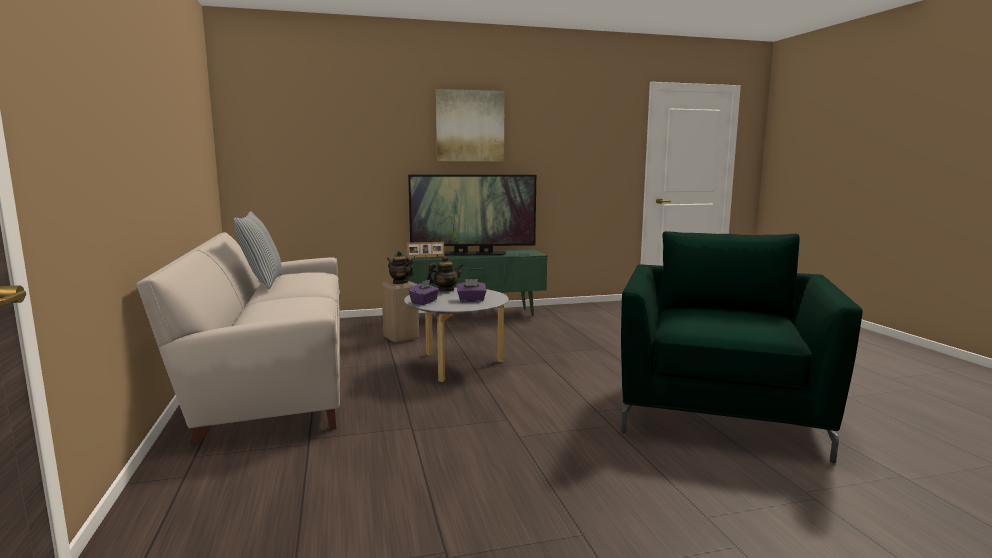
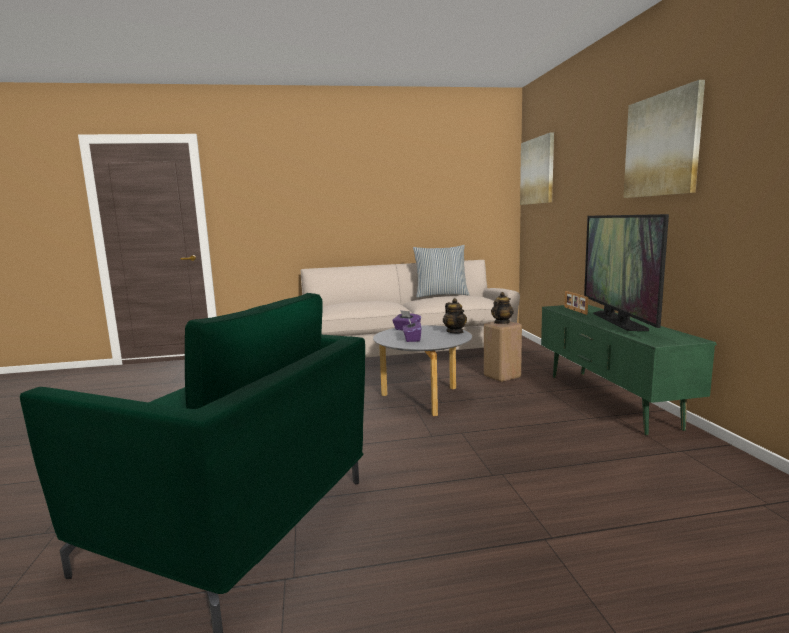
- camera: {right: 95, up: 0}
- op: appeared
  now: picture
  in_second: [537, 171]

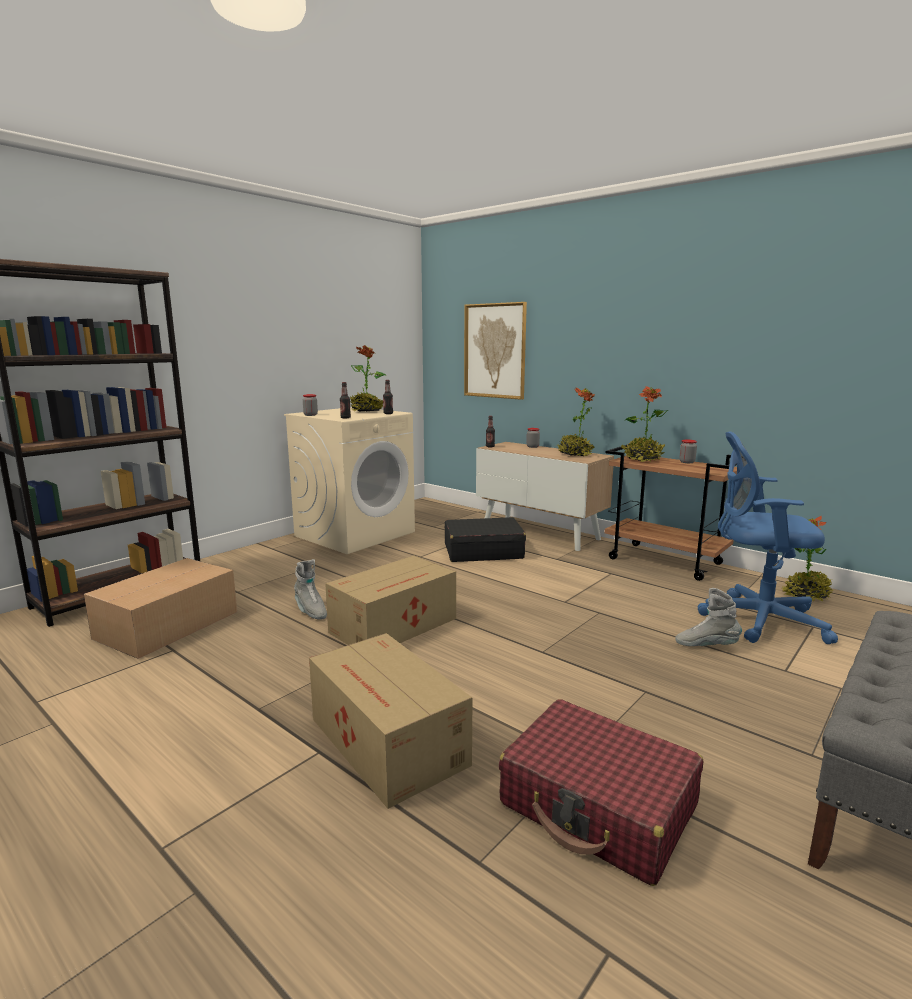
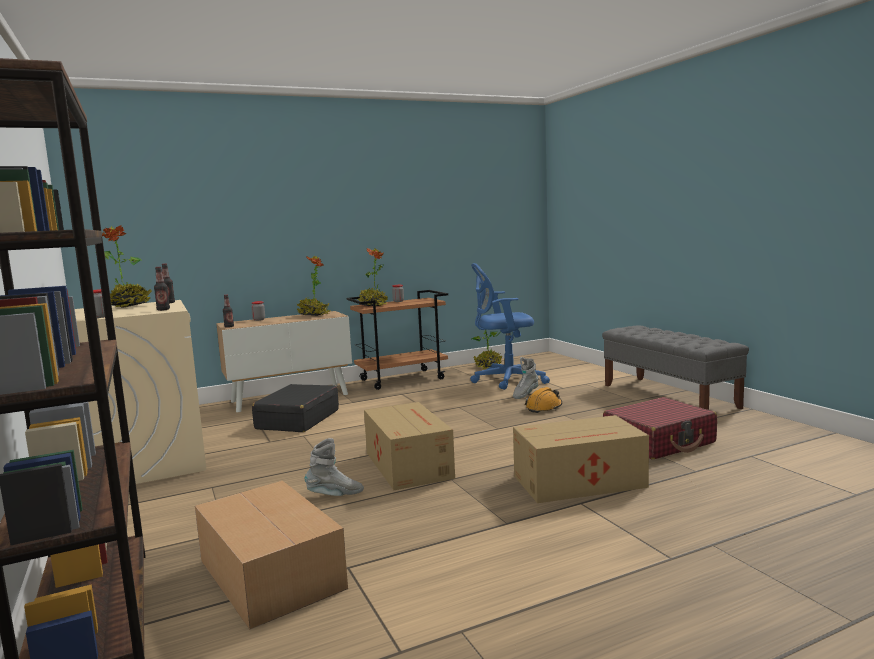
- camera: {right: -65, up: -5}
- op: spun
  was: office chair/blue
  in_first: [756, 620]
  in_second: [505, 380]
  clockwise: 45
- op: appeared
  now: hard hat/orange
  in_second: [544, 407]
- op: missing
  was: picture
  in_first: [495, 351]

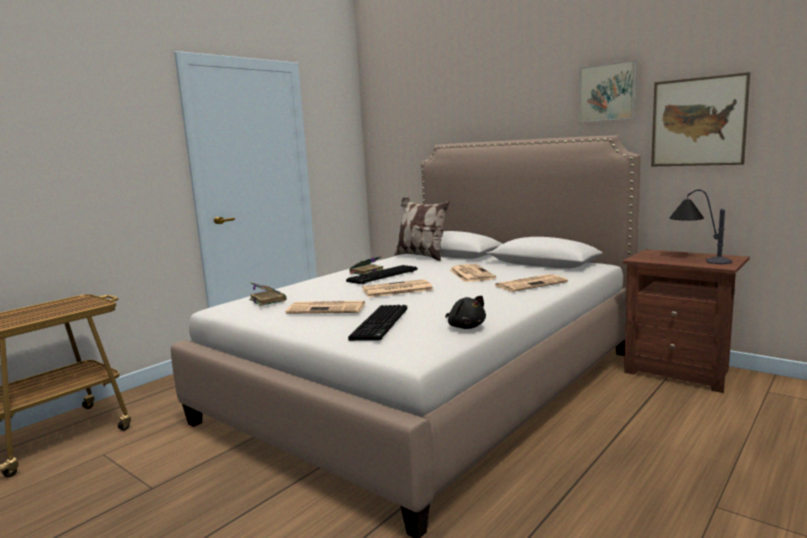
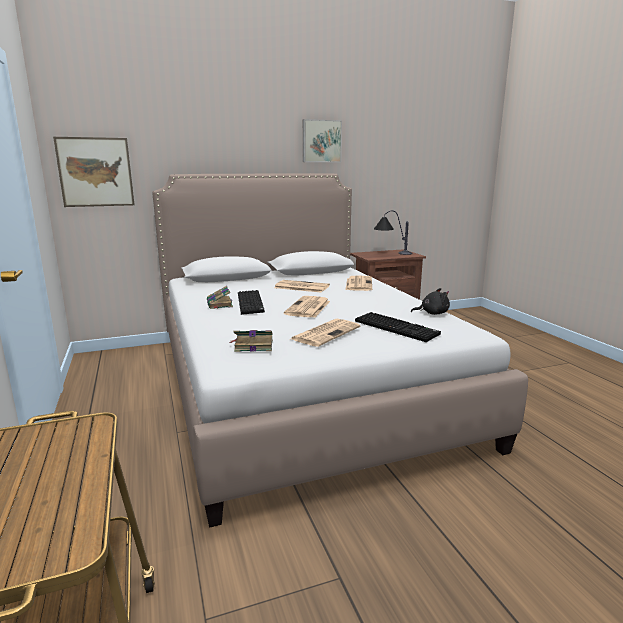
- camera: {right: -60, up: 5}
- op: relocated
  was: picture
  in_first: [698, 122]
  in_second: [95, 172]
- op: missing
  was: pillow
  in_first: [421, 256]

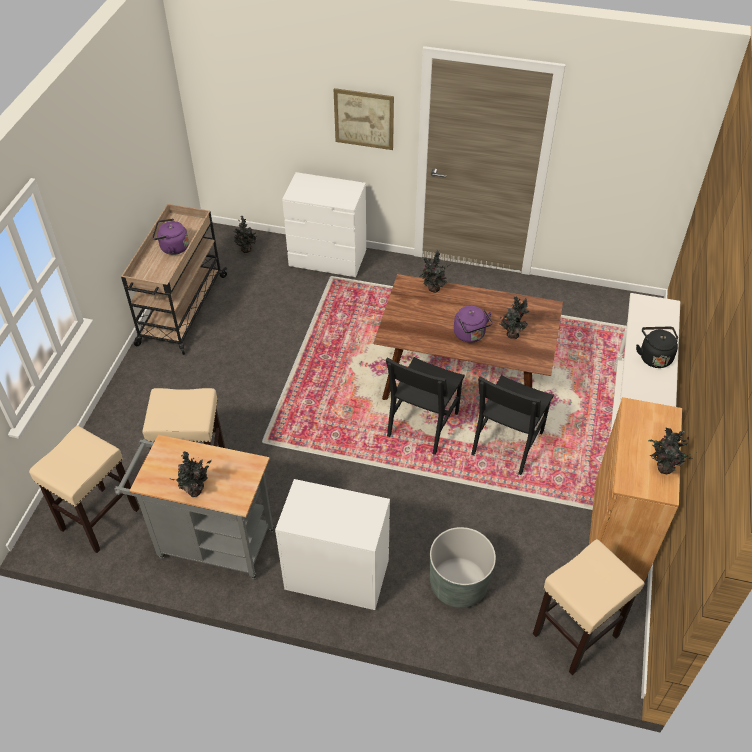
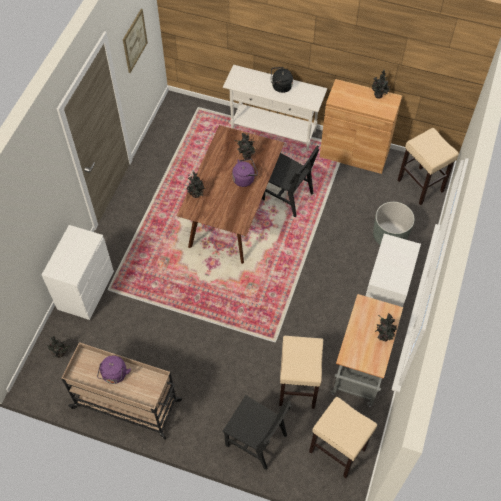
- camera: {right: -85, up: 10}
- op: relocated
  was: picture
  in_first: [364, 119]
  in_second: [134, 41]
- op: relocated
  was: chair/black
  in_first: [423, 424]
  in_second: [256, 440]

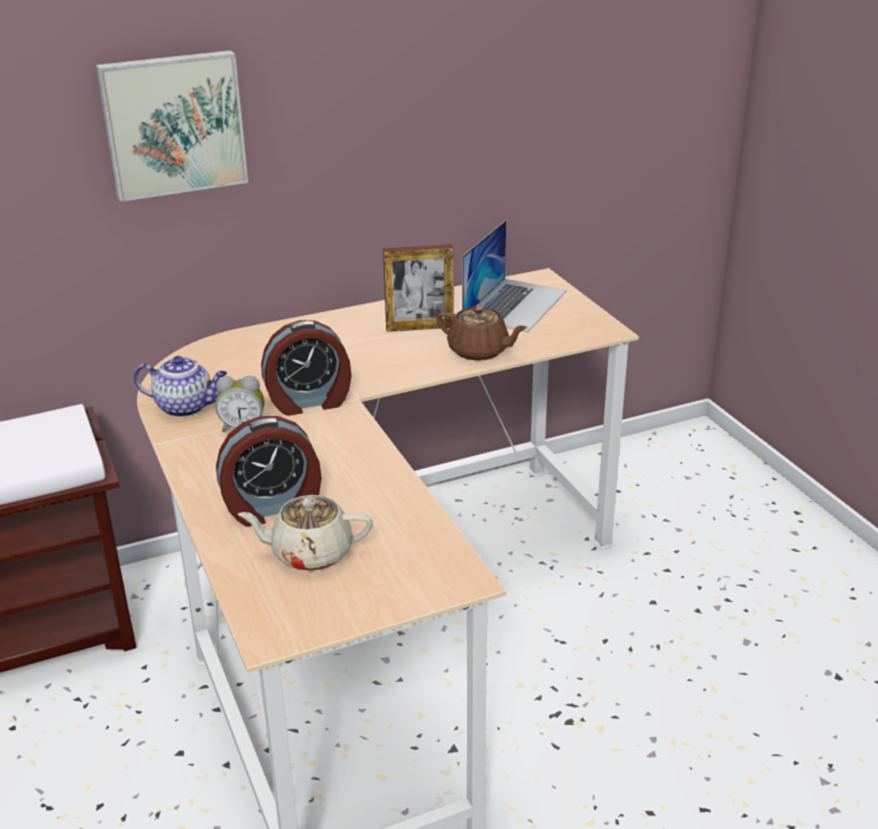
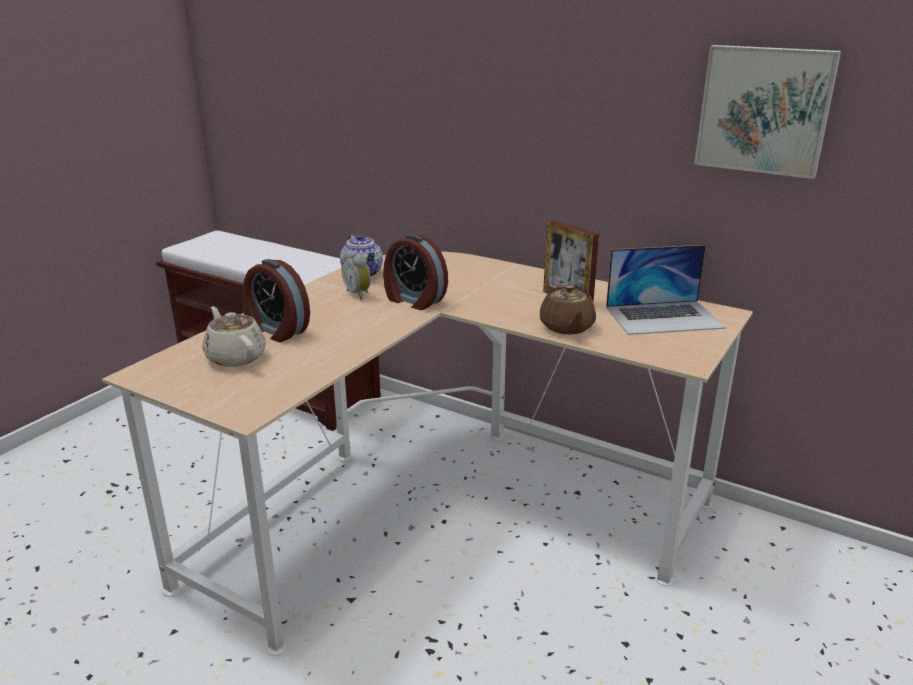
- camera: {right: 55, up: -5}
- op: relocated
  was: picture
  in_first: [173, 124]
  in_second: [764, 110]

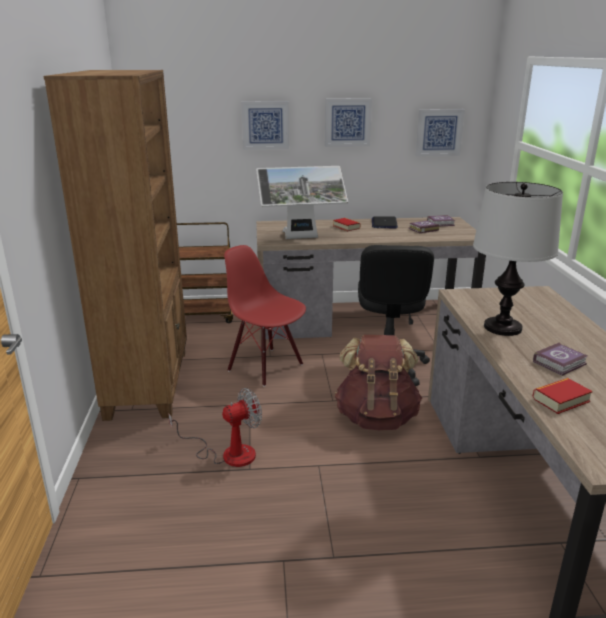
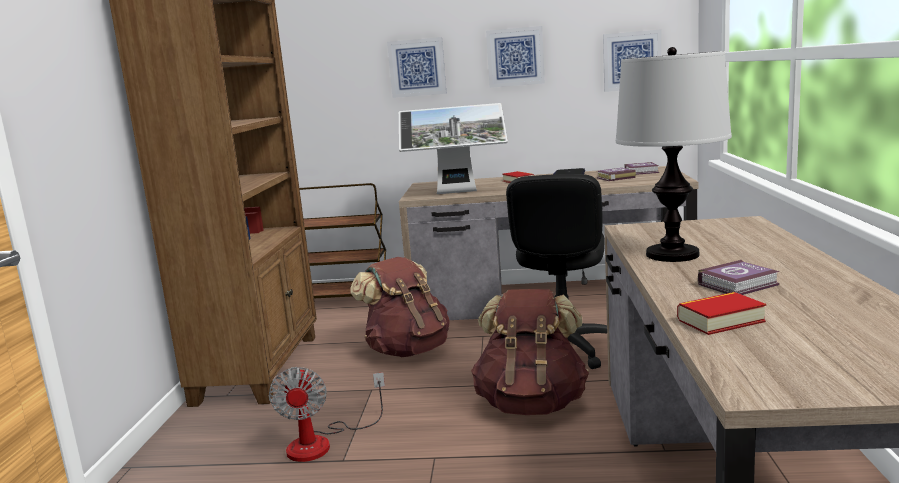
- camera: {right: 10, up: -10}
- op: spun
  was: fan
  in_first: [228, 453]
  in_second: [322, 442]
  clockwise: 105
- op: exchanged
  was: chair/red
  now: backpack/brown
  in_first: [266, 367]
  in_second: [407, 350]

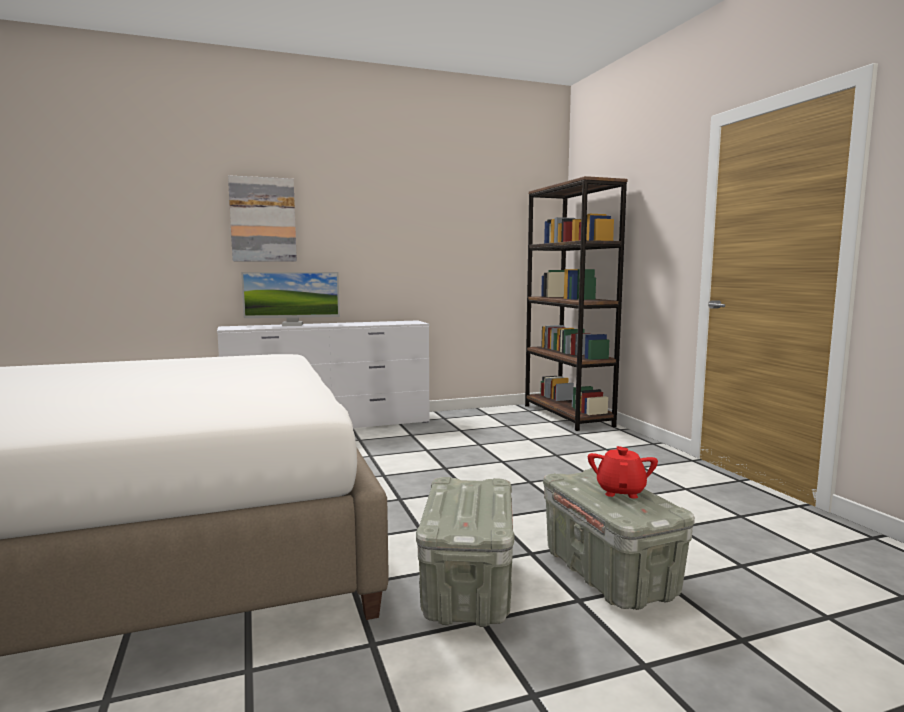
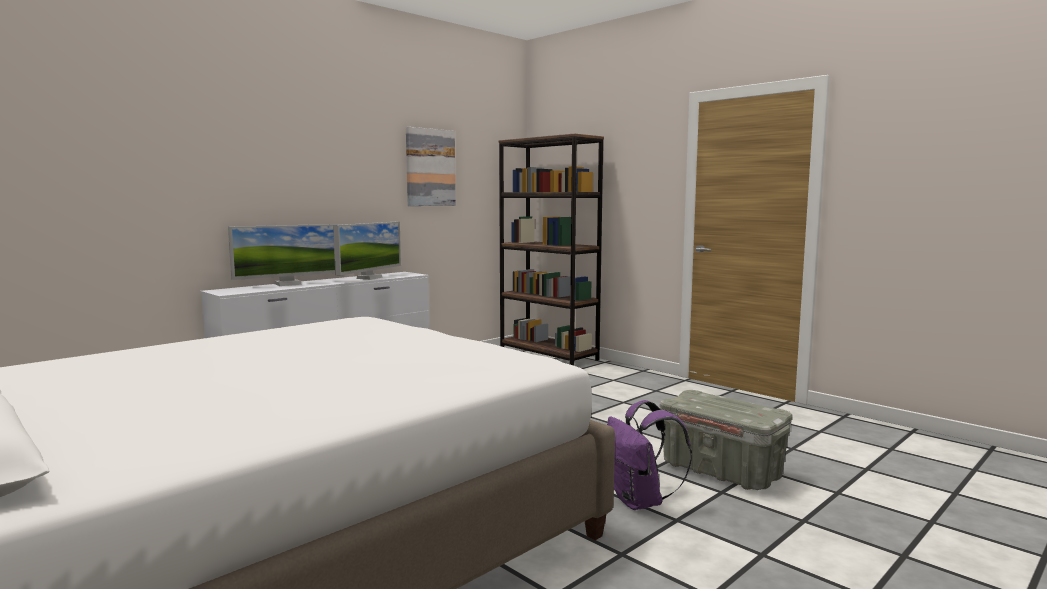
- camera: {right: -25, up: 0}
- op: appeared
  now: monitor
  in_second: [369, 278]
- op: relocated
  was: picture
  in_first: [263, 220]
  in_second: [430, 167]
- op: exchanged
  was: storage box/grey
  now: backpack/purple
  in_first: [468, 589]
  in_second: [640, 502]
- op: missing
  was: teapot/red
  in_first: [621, 491]

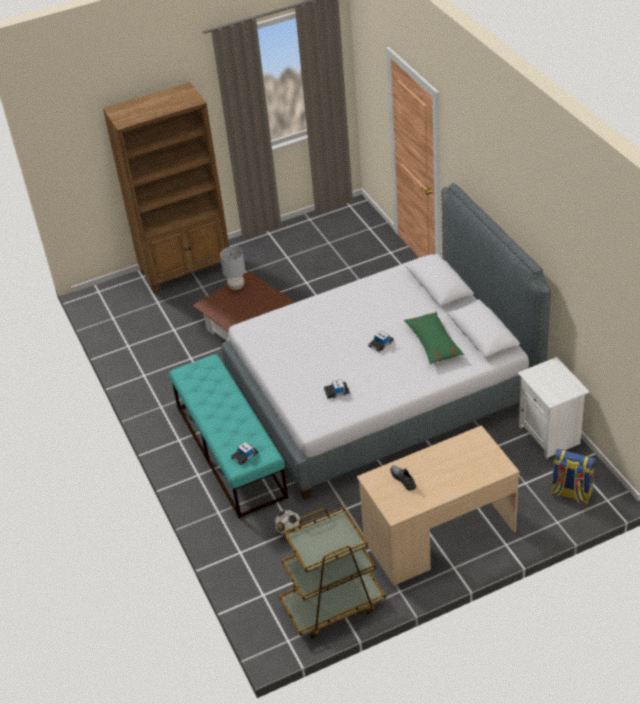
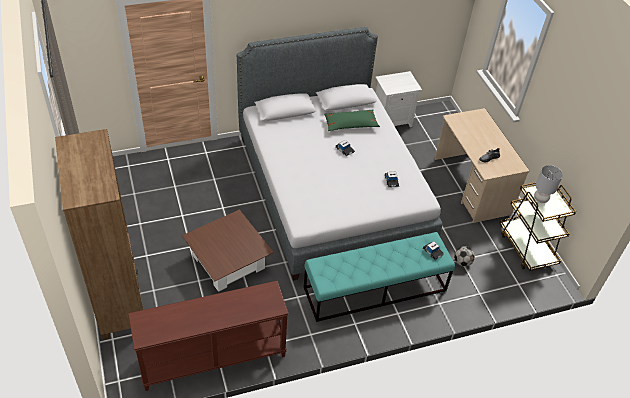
- camera: {right: -90, up: 5}
- op: appeared
  now: console table/brown
  in_second: [212, 358]
- op: relocated
  was: table lamp/grey
  in_first: [236, 286]
  in_second: [540, 199]
- op: missing
  was: backpack
  in_first: [571, 493]

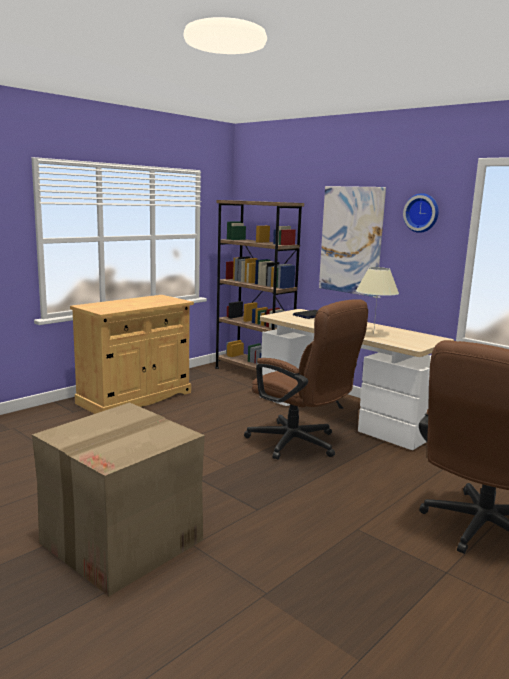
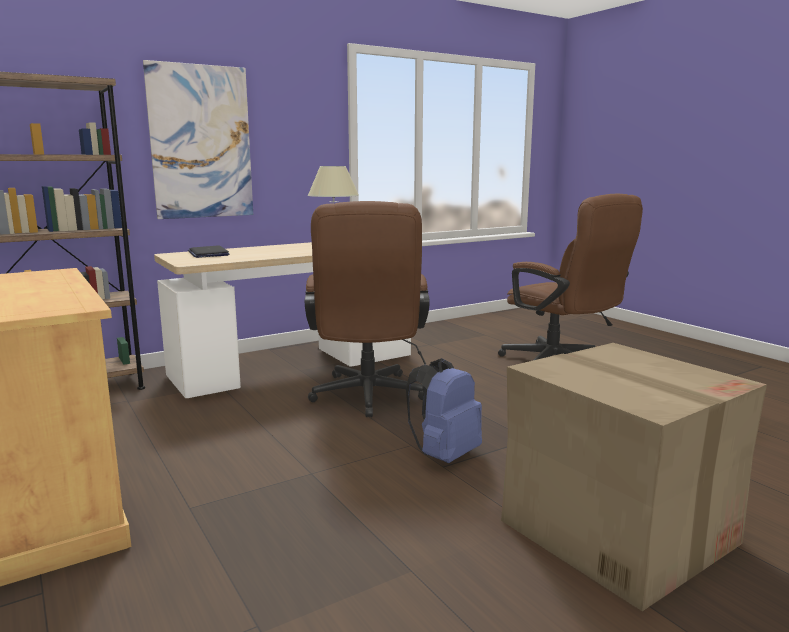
- camera: {right: -75, up: 0}
- op: spun
  was: office chair/brown
  in_first: [300, 444]
  in_second: [367, 398]
  clockwise: 120
- op: appeared
  now: backpack/blue
  in_second: [444, 455]
- op: missing
  was: wall clock
  in_first: [422, 213]

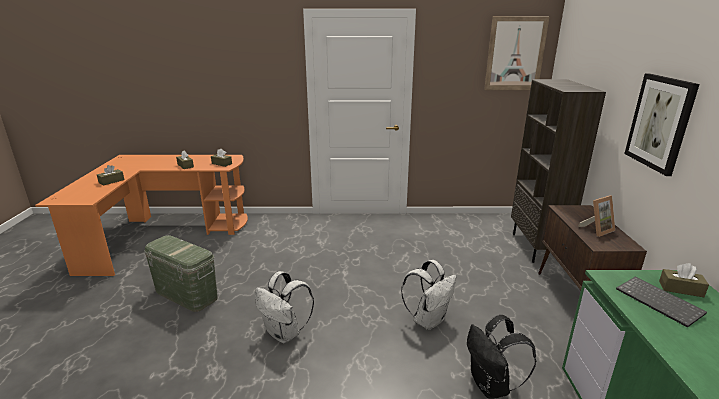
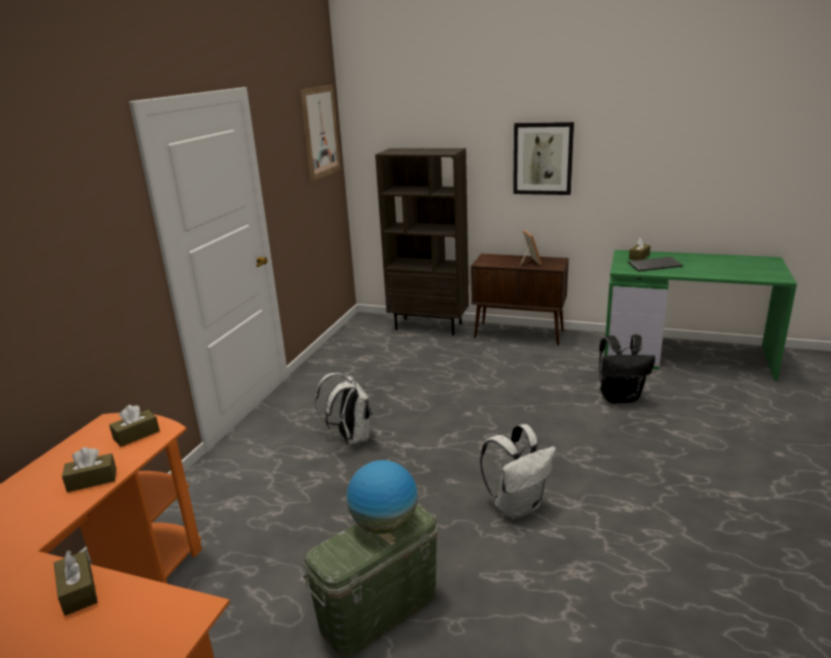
- camera: {right: -70, up: 0}
- op: relocated
  was: backpack/white
  in_first: [428, 320]
  in_second: [351, 438]
- op: appeared
  now: globe
  in_second: [384, 524]

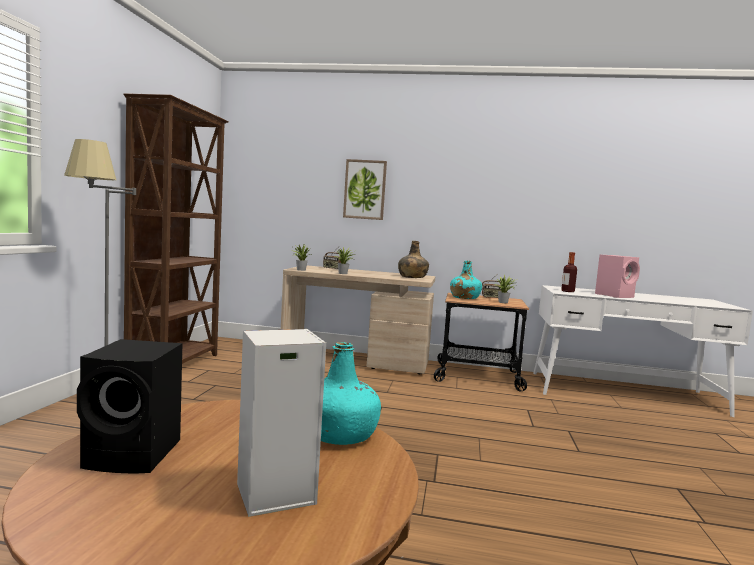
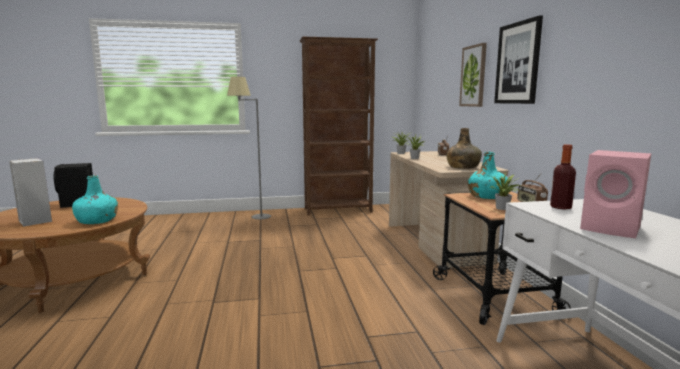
- camera: {right: 70, up: 5}
- op: appeared
  now: picture
  in_second: [518, 63]

